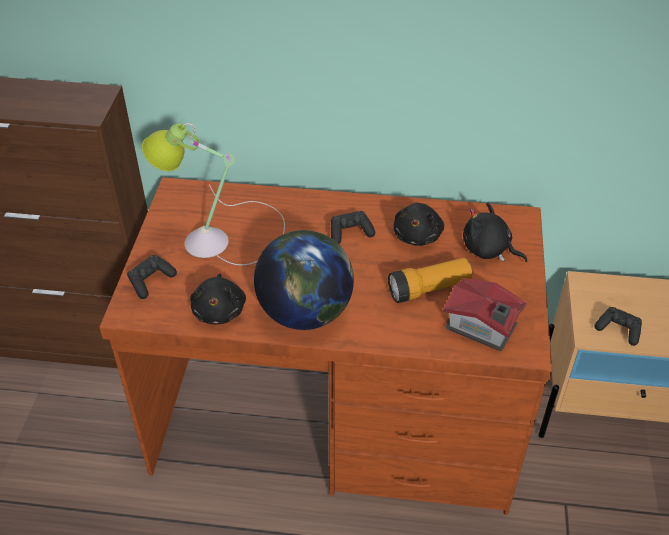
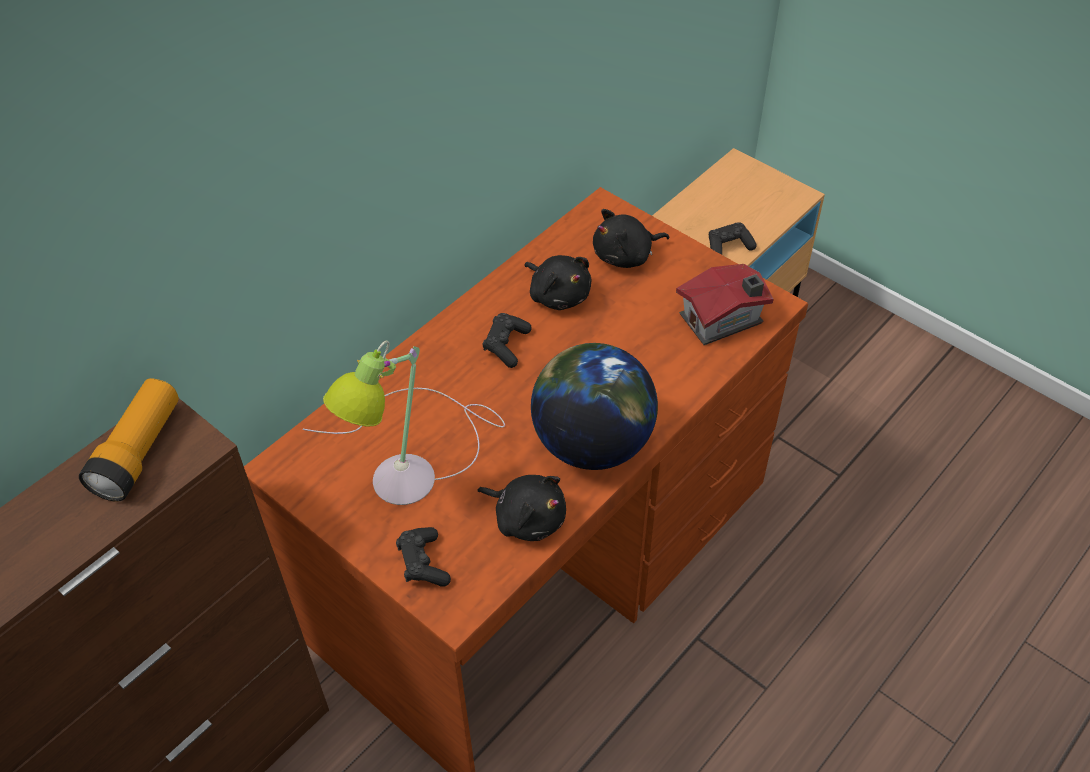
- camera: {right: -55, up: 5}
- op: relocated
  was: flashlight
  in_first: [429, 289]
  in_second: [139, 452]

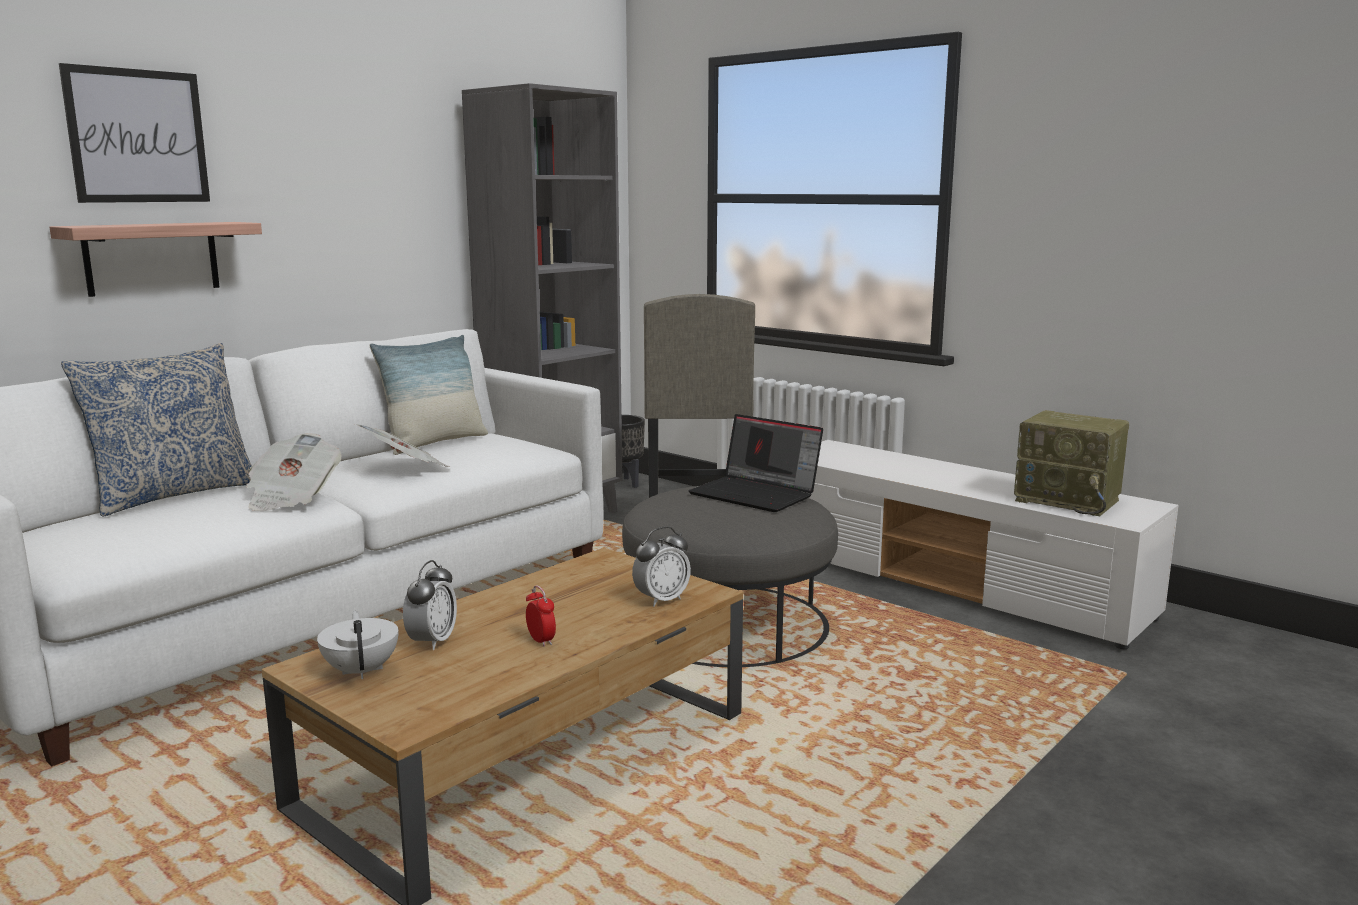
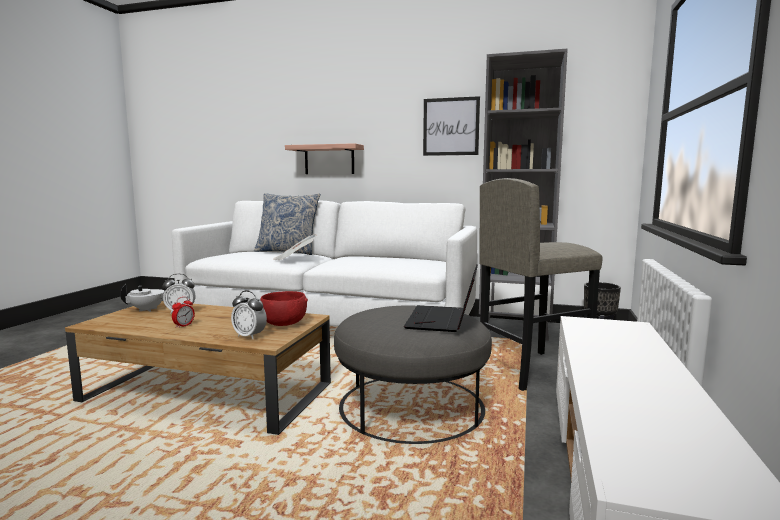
- camera: {right: 65, up: -5}
- op: appeared
  now: bowl/red
  in_second: [284, 324]
- op: relocated
  was: picture
  in_first: [138, 136]
  in_second: [451, 126]
- op: missing
  was: newspaper
  in_first: [406, 469]
- op: missing
  was: pillow
  in_first: [435, 443]
- op: missing
  was: radio
  in_first: [1069, 500]

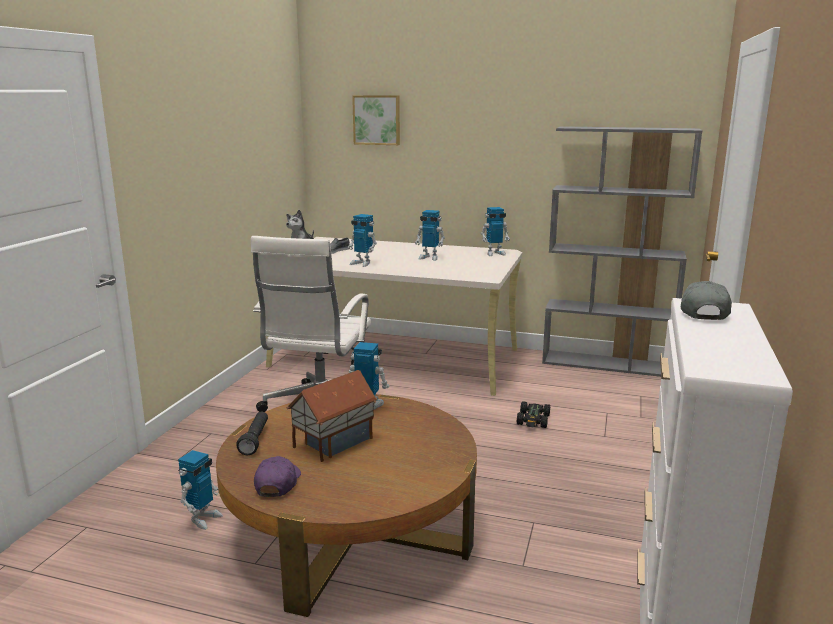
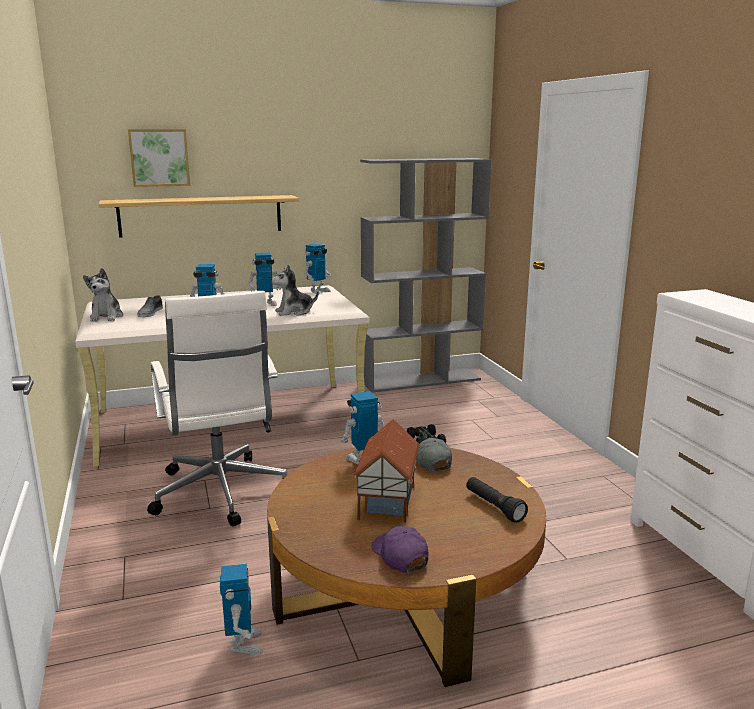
- camera: {right: -35, up: 0}
- op: appeared
  now: shelf
  in_second: [201, 215]
- op: appeared
  now: plush toy
  in_second: [294, 312]
- op: relocated
  was: cap/grey
  in_first: [703, 312]
  in_second: [431, 461]
- op: relocated
  was: flashlight/black
  in_first: [255, 440]
  in_second: [494, 507]

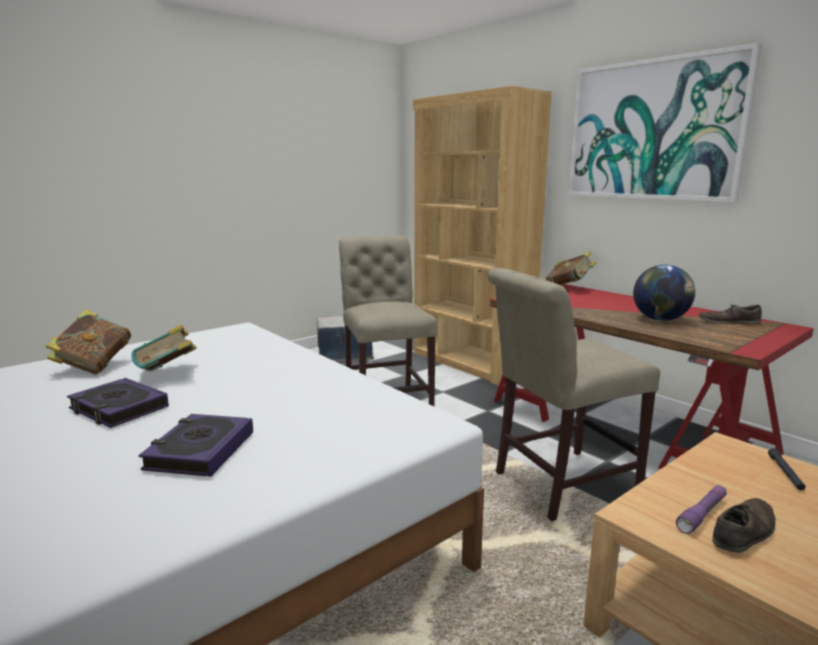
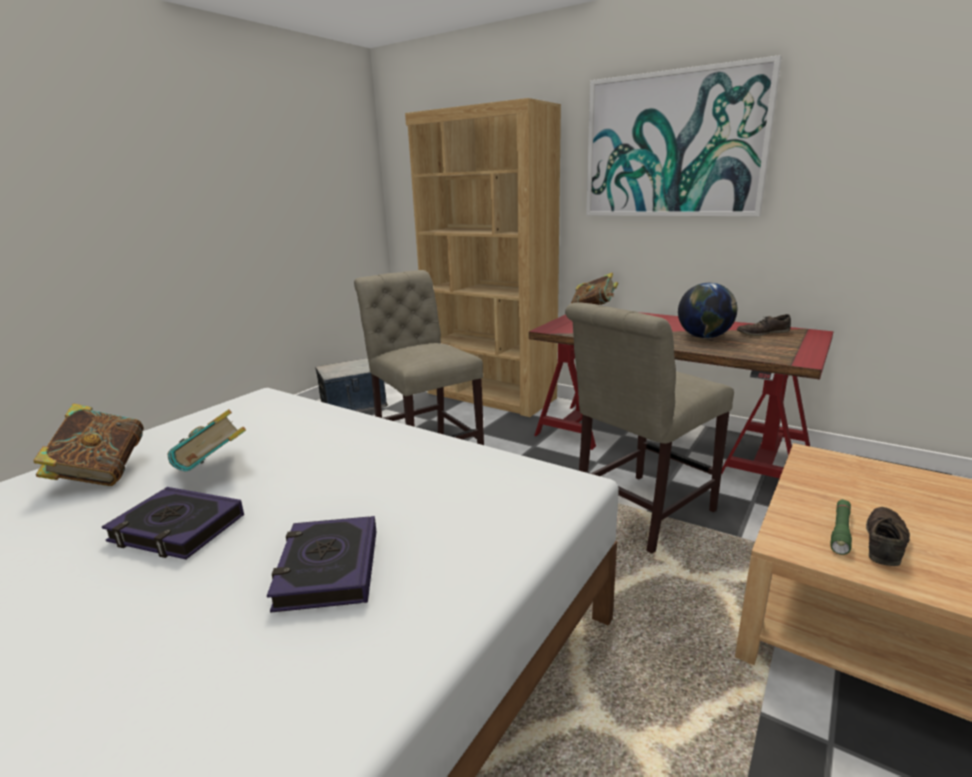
- camera: {right: -15, up: 5}
- op: colour
  was: flashlight/purple
  now: flashlight/green
  in_first: [702, 514]
  in_second: [840, 531]
- op: missing
  was: flashlight/black
  in_first: [785, 473]

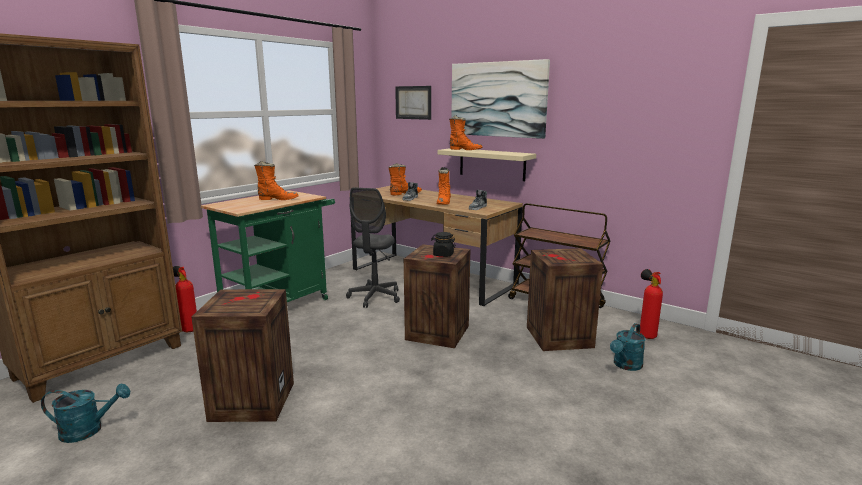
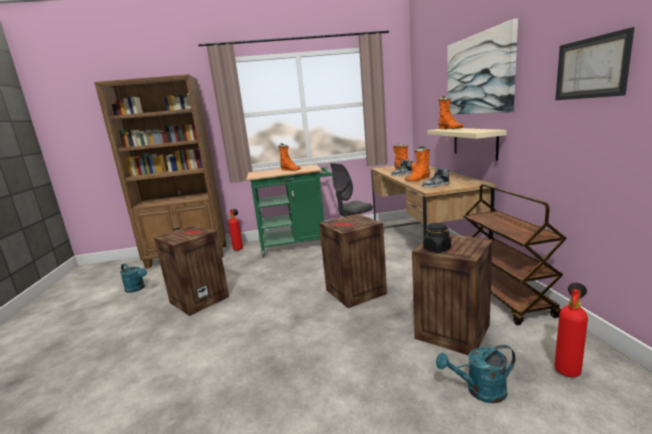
- camera: {right: 45, up: 0}
- op: relocated
  was: jar/black
  in_first: [443, 254]
  in_second: [436, 249]
- op: relocated
  was: picture
  in_first: [413, 102]
  in_second: [591, 68]

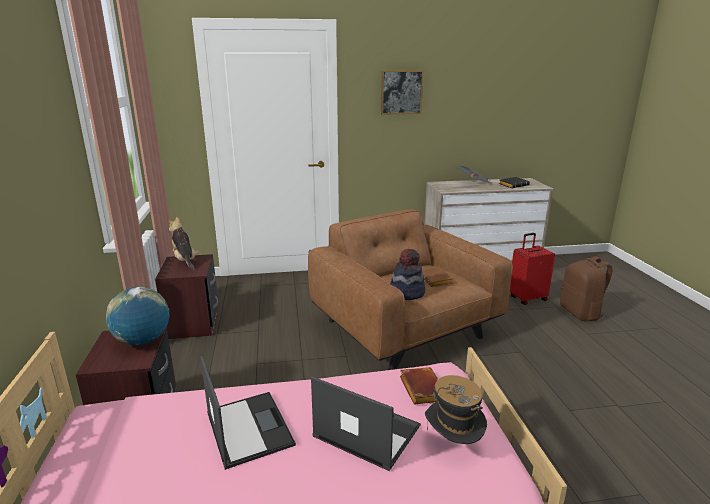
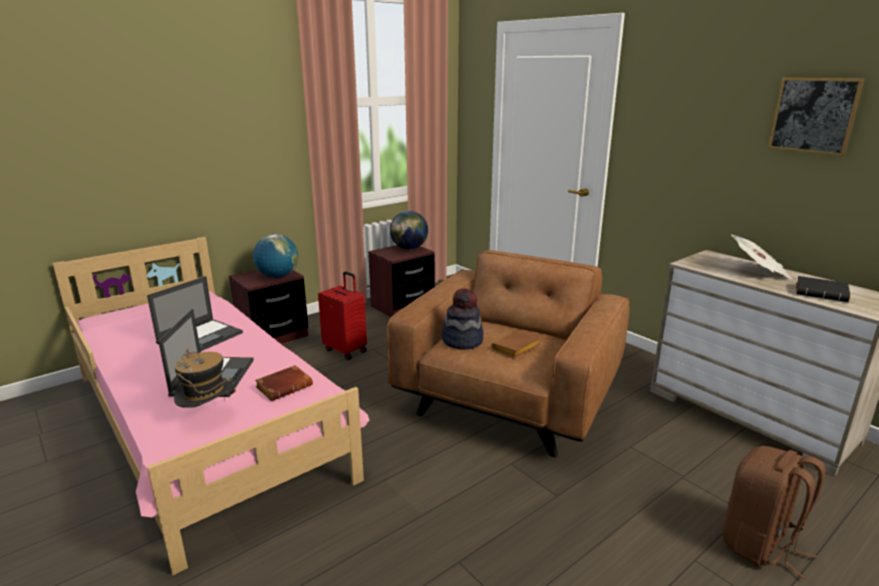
- camera: {right: 60, up: 0}
- op: relocated
  was: suitcase/red
  in_first: [527, 298]
  in_second: [346, 350]
- op: exchanged
  was: plush toy
  now: globe
  in_first: [185, 261]
  in_second: [409, 248]
- op: relocated
  was: picture
  in_first: [401, 92]
  in_second: [814, 115]

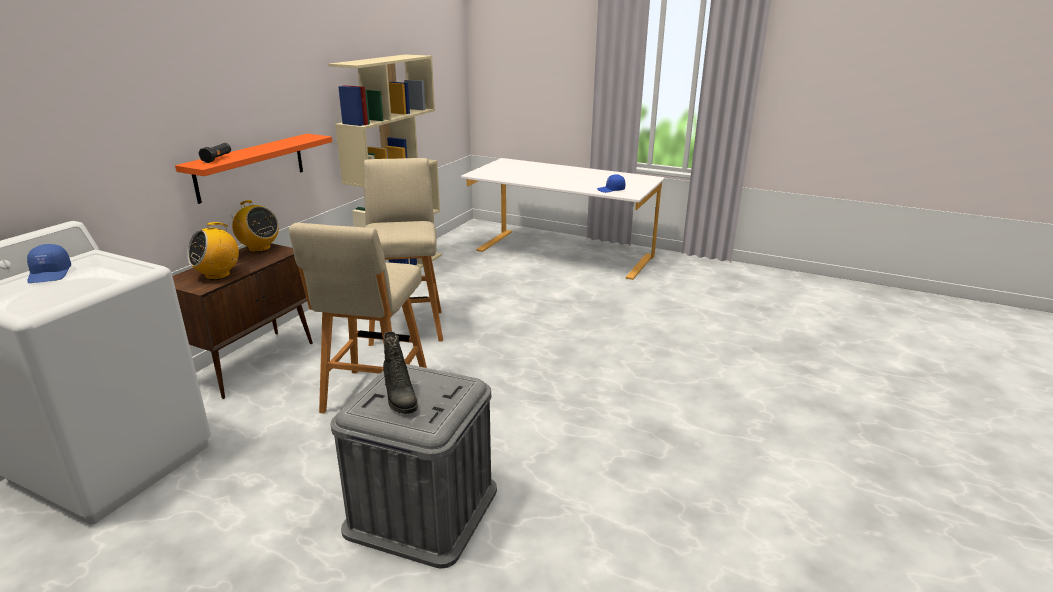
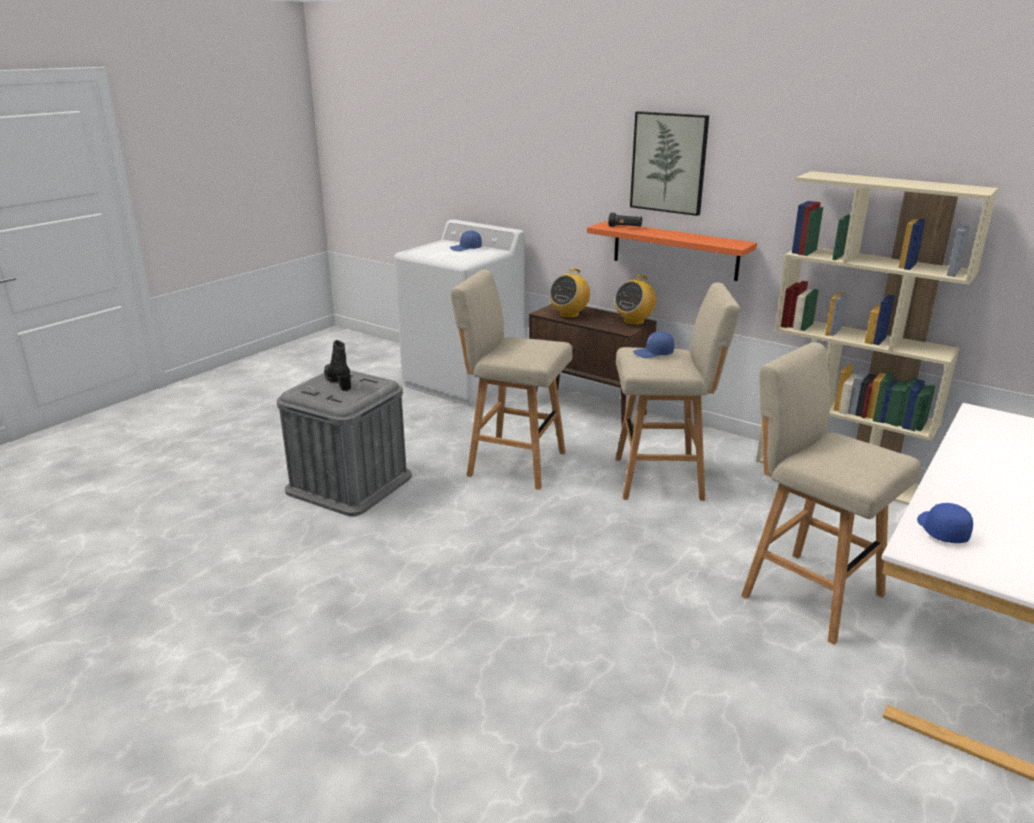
- camera: {right: 100, up: 0}
- op: spun
  was: boot/black
  in_first: [399, 398]
  in_second: [338, 382]
  clockwise: 75
- op: spun
  was: radio
  in_first: [218, 275]
  in_second: [569, 314]
  clockwise: -105
- op: appeared
  now: picture
  in_second: [669, 163]
- op: appeared
  now: cap/blue
  in_second: [653, 353]
- op: appeared
  now: stool/beige
  in_second: [808, 593]

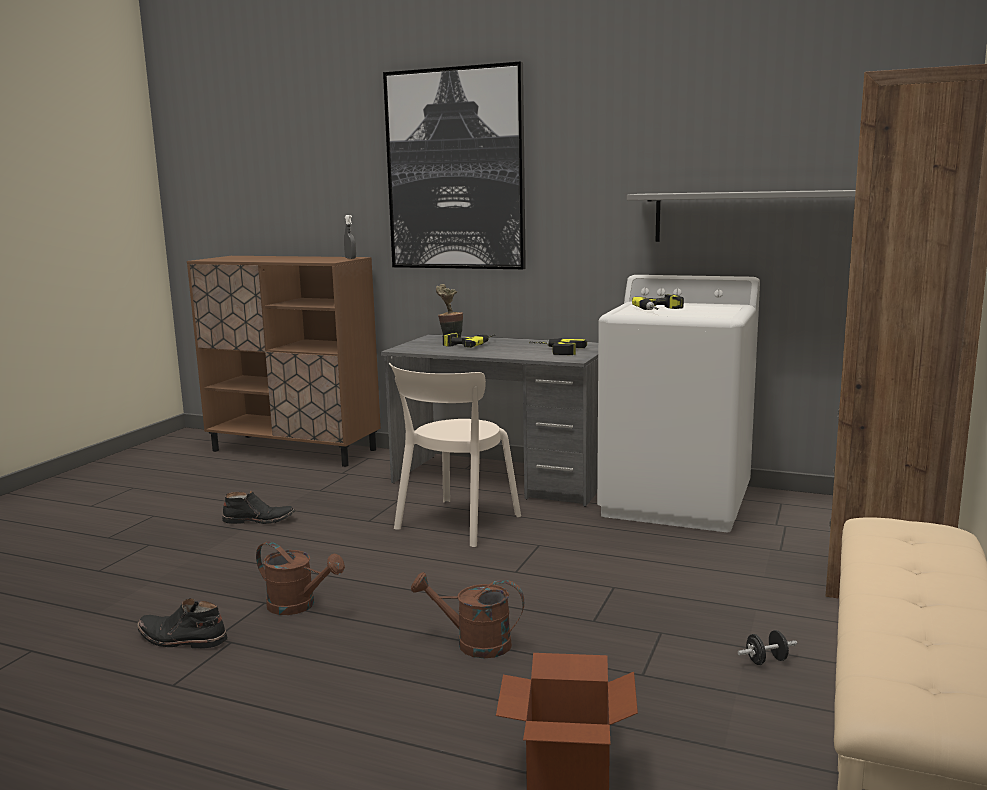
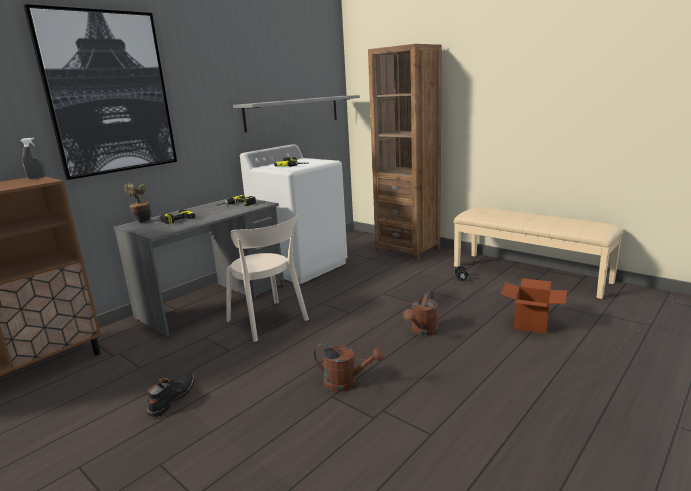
- camera: {right: -70, up: 5}
- op: spun
  was: watering can/brown
  in_first: [298, 606]
  in_second: [346, 382]
  clockwise: 60
- op: missing
  was: boot/black
  in_first: [181, 639]

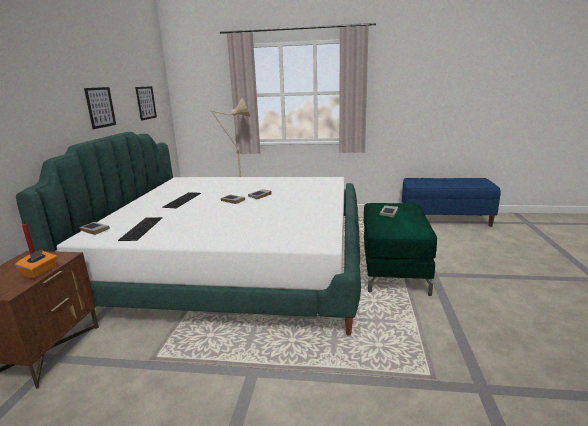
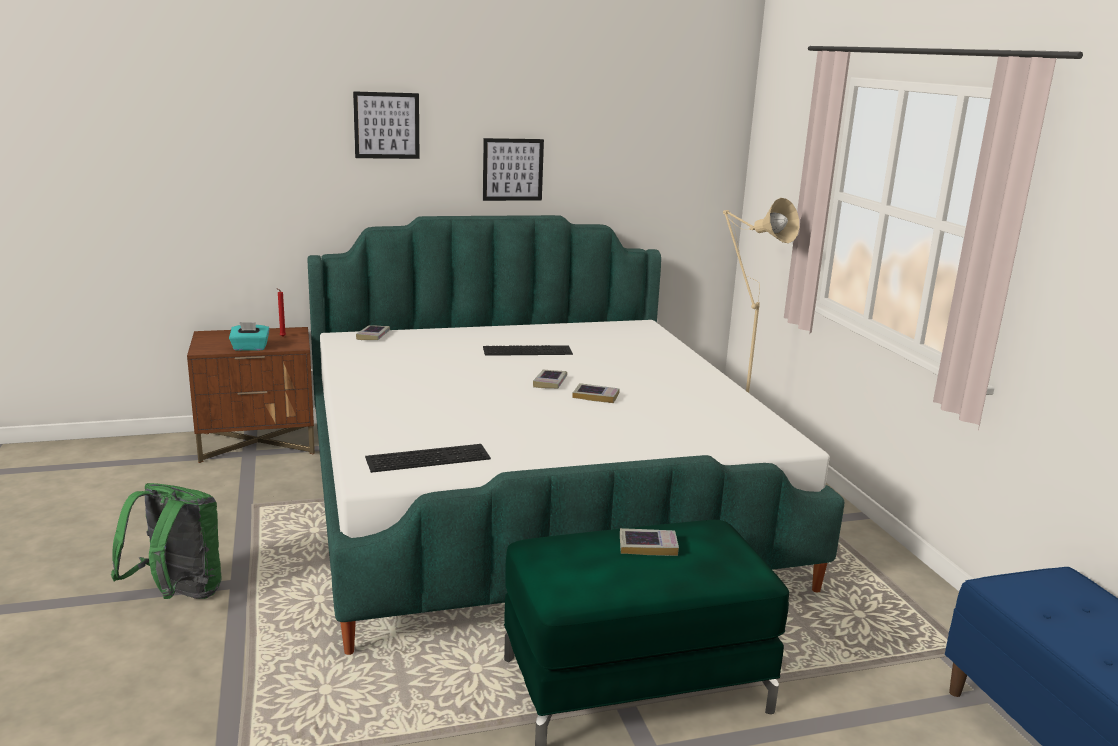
- camera: {right: 65, up: 0}
- op: appeared
  now: backpack/green
  in_second: [178, 595]
- op: colour
  was: tissue box/orange
  now: tissue box/turquoise
  in_first: [40, 272]
  in_second: [250, 348]
- op: relocated
  was: picture
  in_first: [146, 103]
  in_second: [386, 125]
- op: relocated
  was: keyboard
  in_first: [141, 228]
  in_second: [428, 457]

